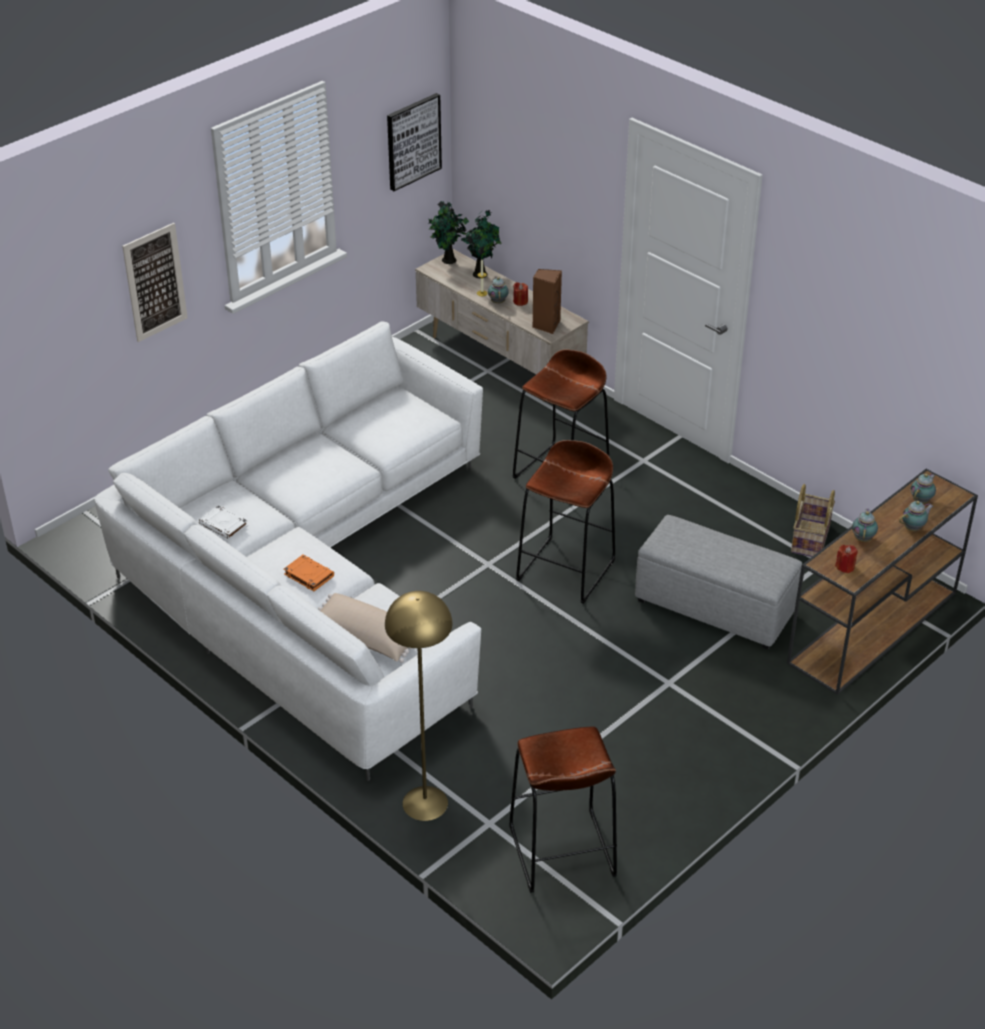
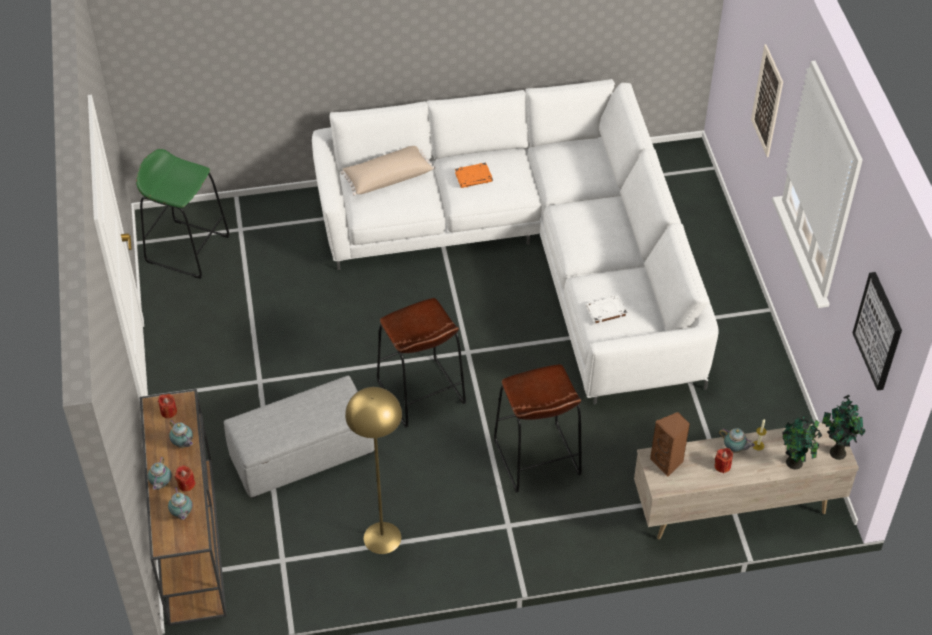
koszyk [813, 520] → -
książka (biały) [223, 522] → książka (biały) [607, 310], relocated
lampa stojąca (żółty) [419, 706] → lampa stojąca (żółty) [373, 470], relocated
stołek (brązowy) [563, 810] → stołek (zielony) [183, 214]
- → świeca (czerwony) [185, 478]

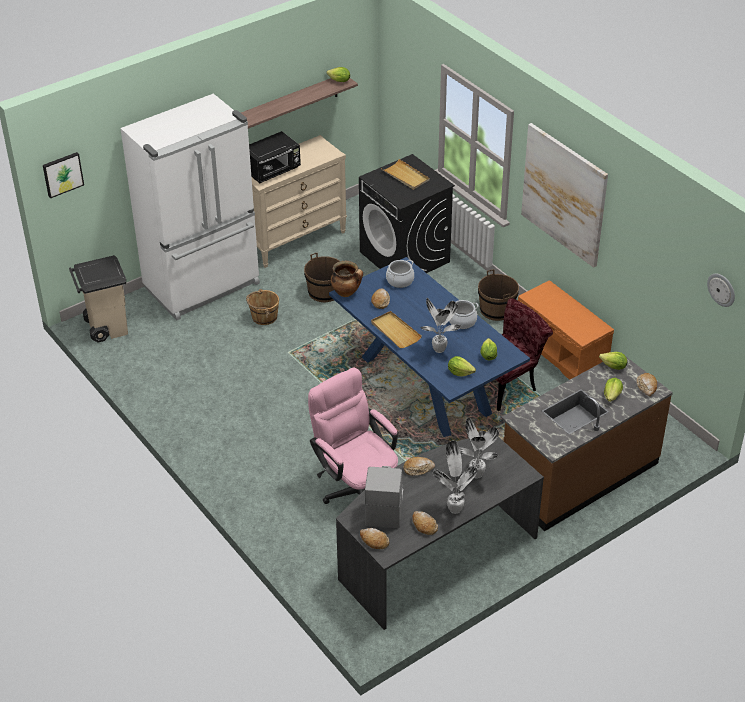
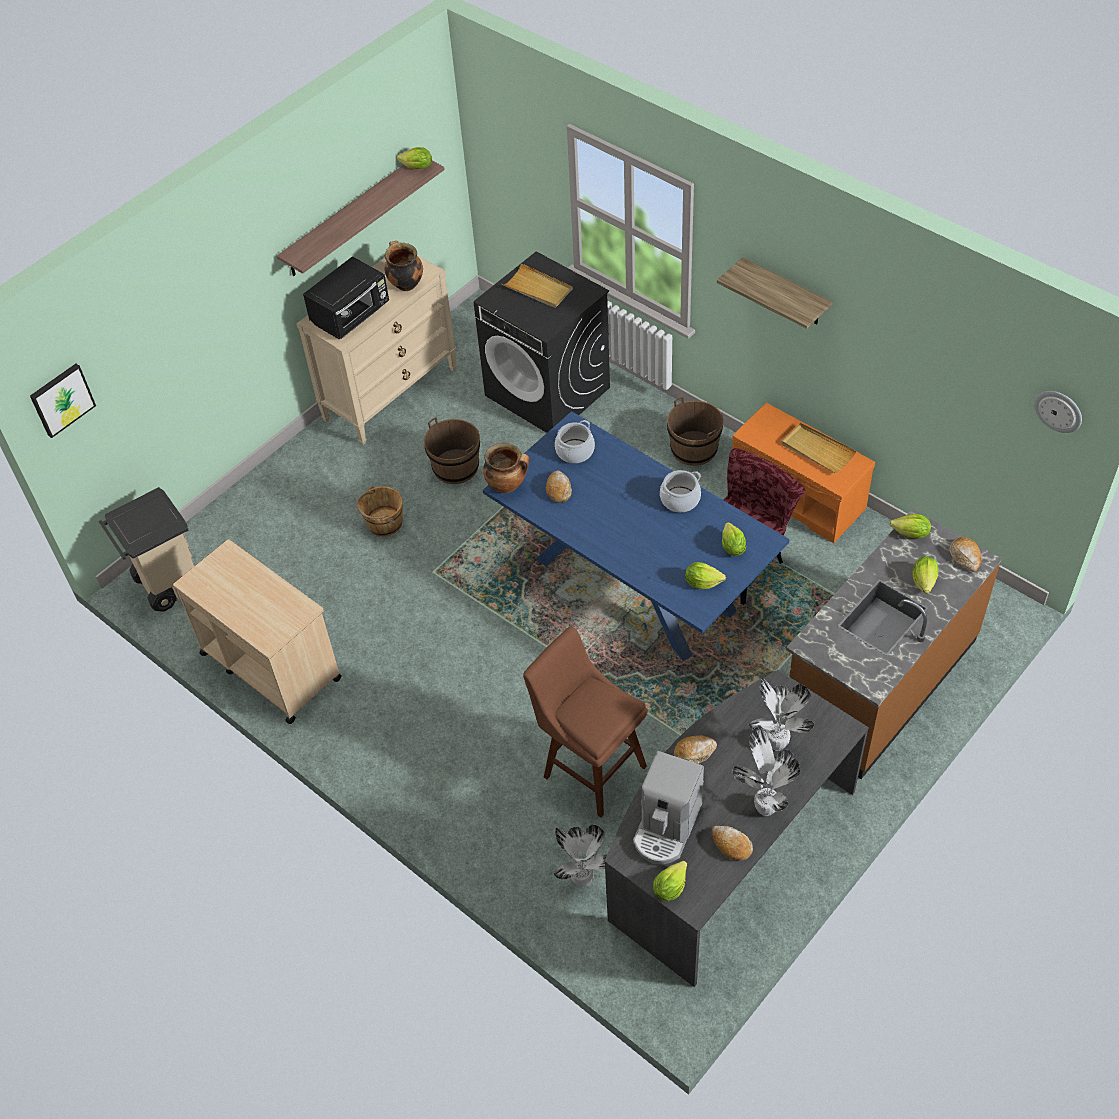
lodówka (biały) [190, 207] → -
obraz [564, 195] → półka [774, 293]
roślina doniczkowa [440, 325] → roślina doniczkowa [580, 856], relocated
taca (beżowy) [396, 329] → taca (beżowy) [818, 448], relocated
krzesło biurowe (różowy) [353, 436] → stołek (brązowy) [585, 722]
ekspres do kawy [383, 497] → ekspres do kawy [668, 807], 150 degrees counterclockwise
chleb [374, 538] → sałata [670, 881]
- → garnek [403, 266]
- → wózek (beżowy) [257, 631]

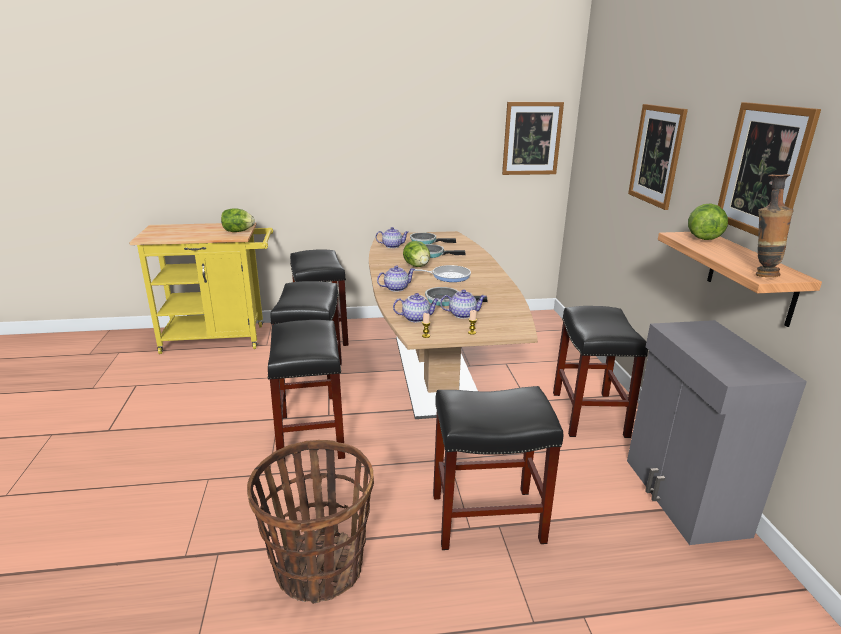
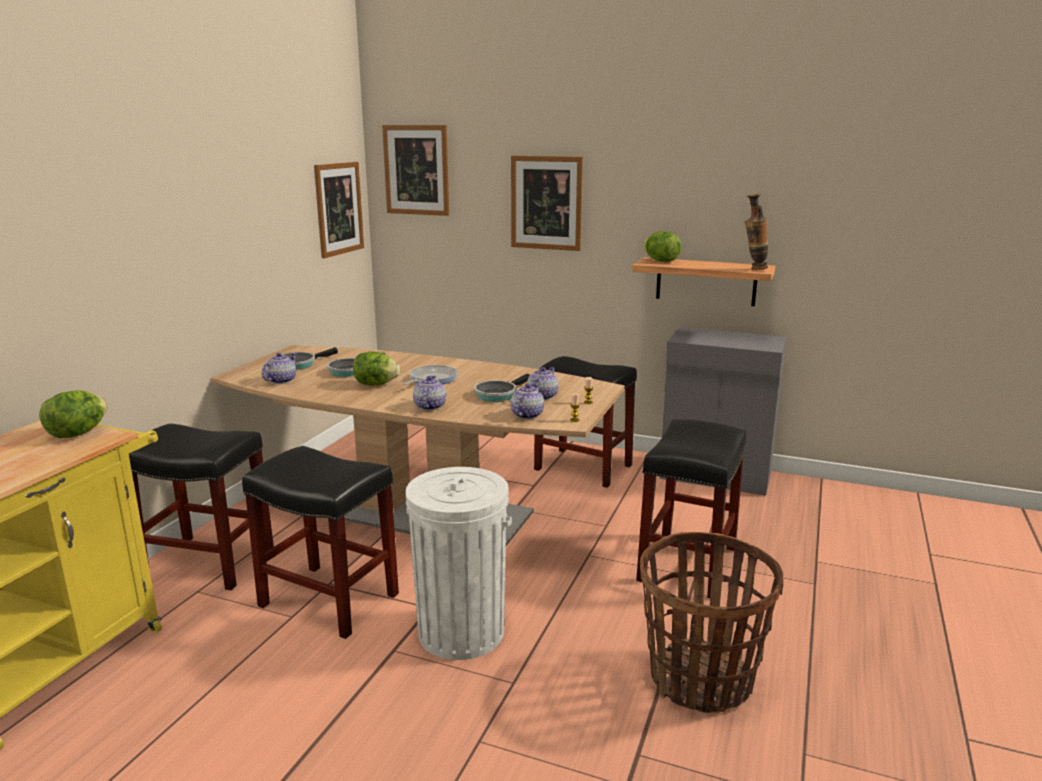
obraz [769, 169] → obraz [415, 170], relocated
stołek (czarny) [306, 391] → kosz na śmieci (biały) [458, 563]

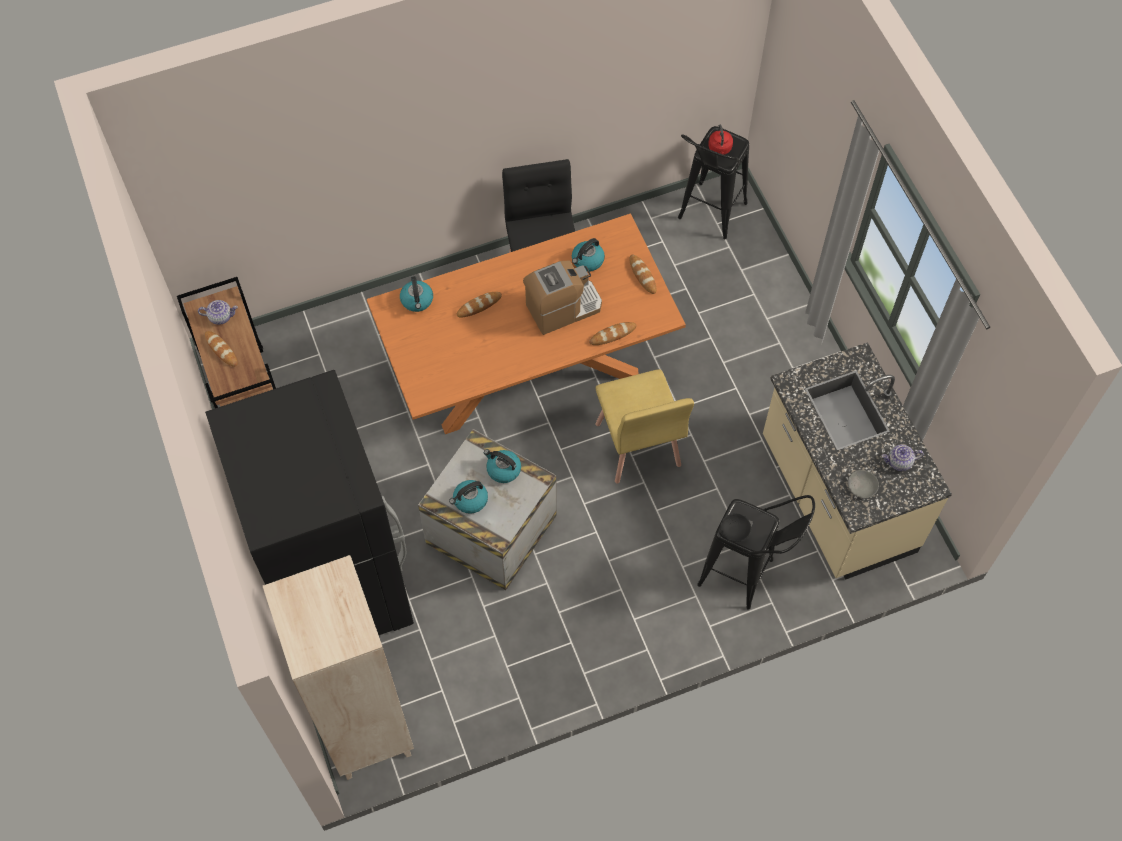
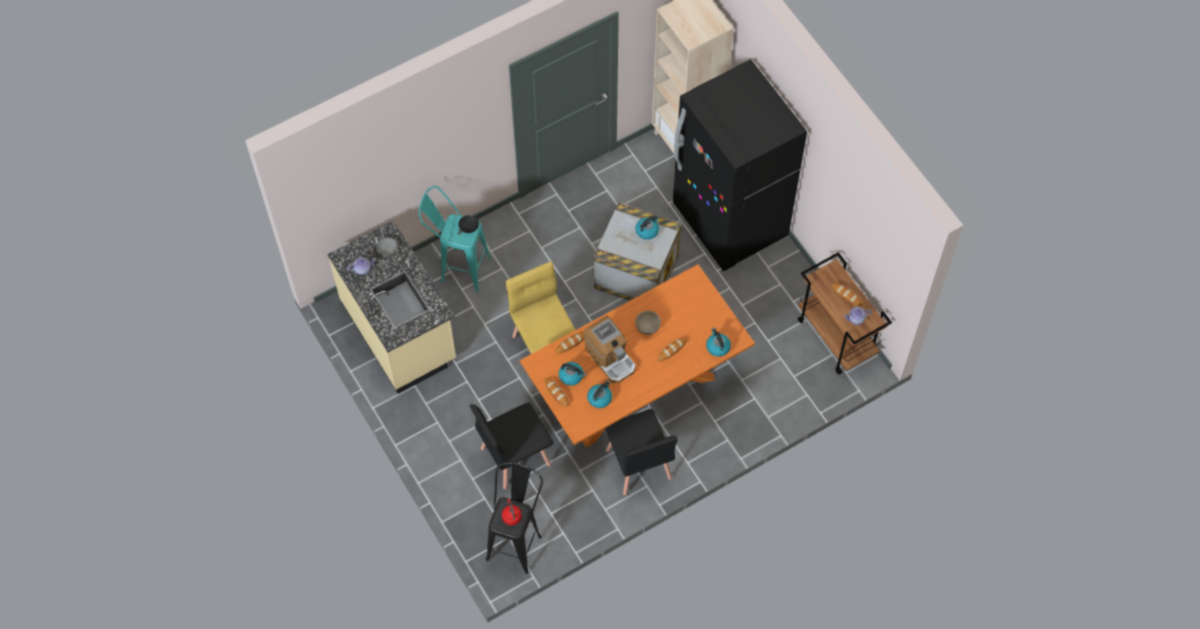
ekspres do kawy [562, 297] → ekspres do kawy [610, 349], 90 degrees counterclockwise
czajnik [502, 466] → czajnik [572, 373], relocated
stołek (czarny) [756, 552] → stołek (turkusowy) [455, 239]
- → miska (beżowy) [648, 323]
- → krzesło (czarny) [512, 445]

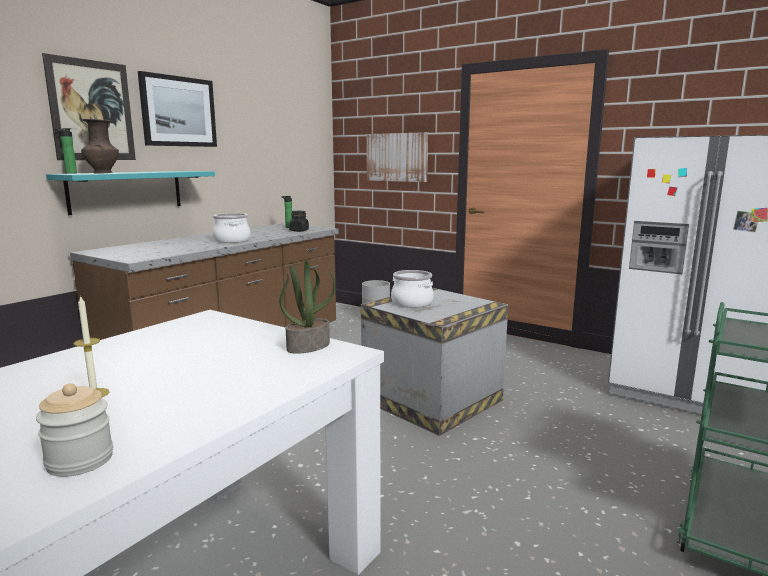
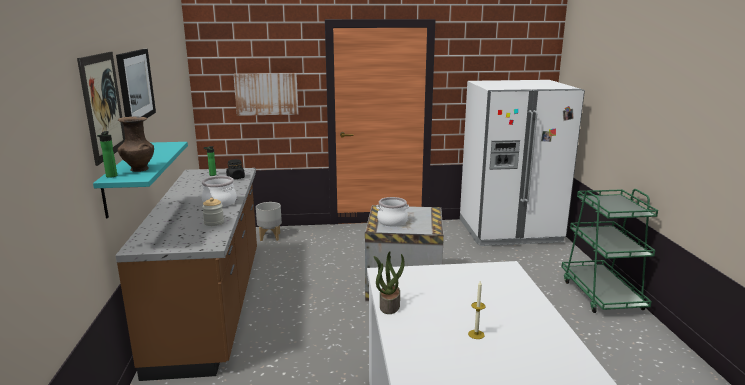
roślina doniczkowa [307, 307] → roślina doniczkowa [389, 282], relocated
słoik [74, 430] → słoik [213, 212], relocated

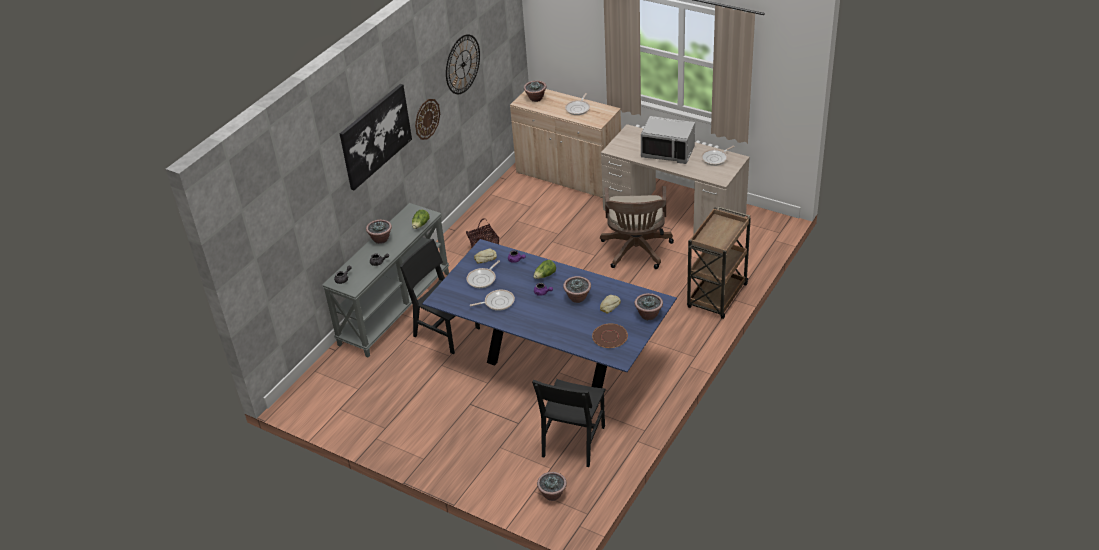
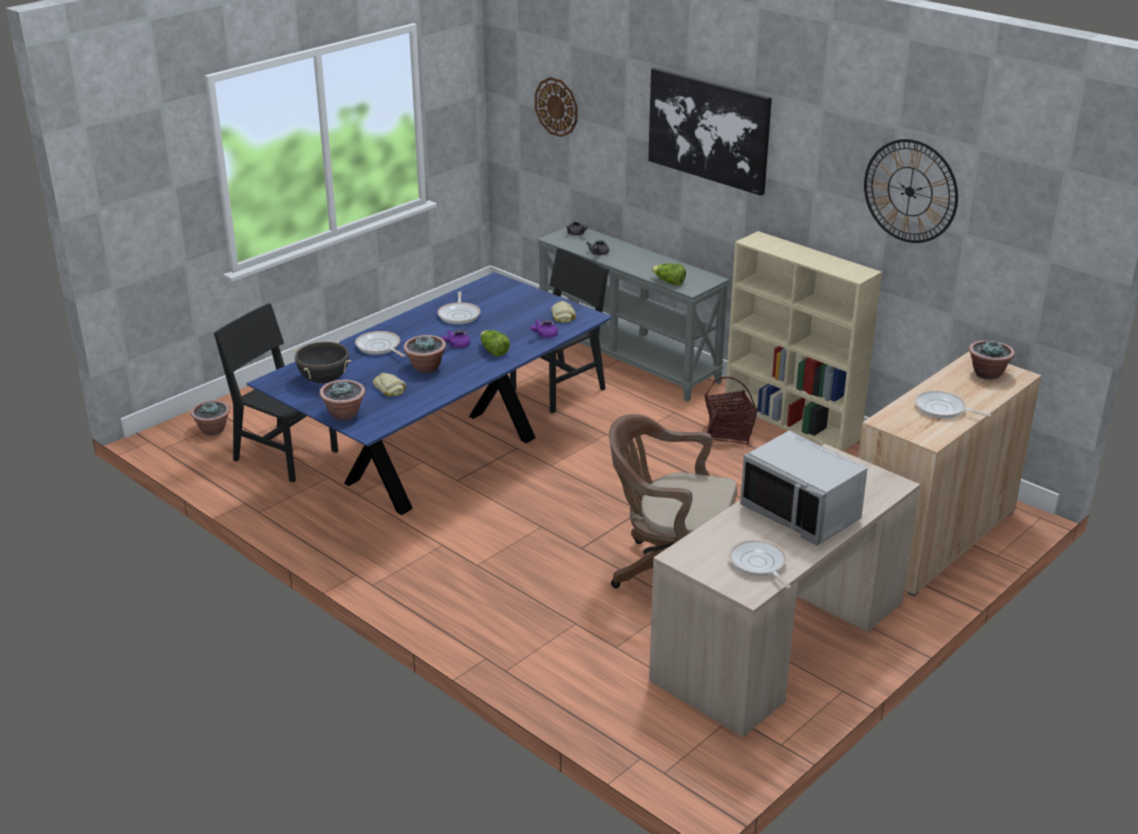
zegar ścienny [427, 119] → zegar ścienny [556, 107], relocated
mikrofalówka (szary) [668, 140] → mikrofalówka (szary) [804, 488], 75 degrees counterclockwise
wózek (brązowy) [719, 263] → -
roślina doniczkowa [379, 232] → -
patelnia [483, 274] → patelnia [380, 344], relocated
talerz (brązowy) [610, 336] → garnek (czarny) [322, 362]
- → regał (beżowy) [803, 341]

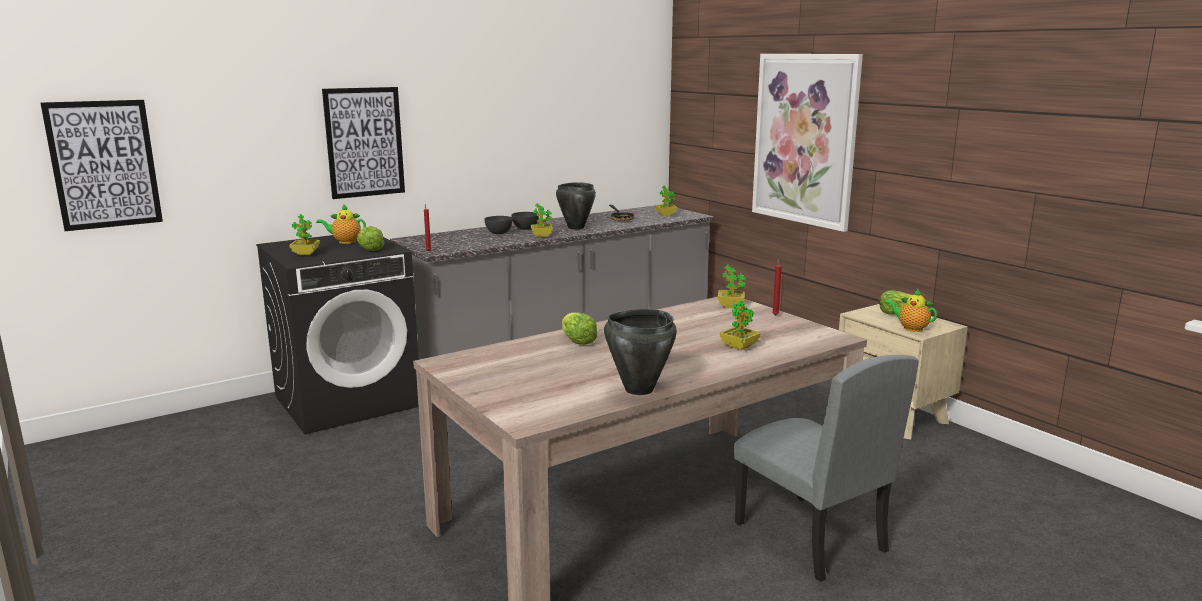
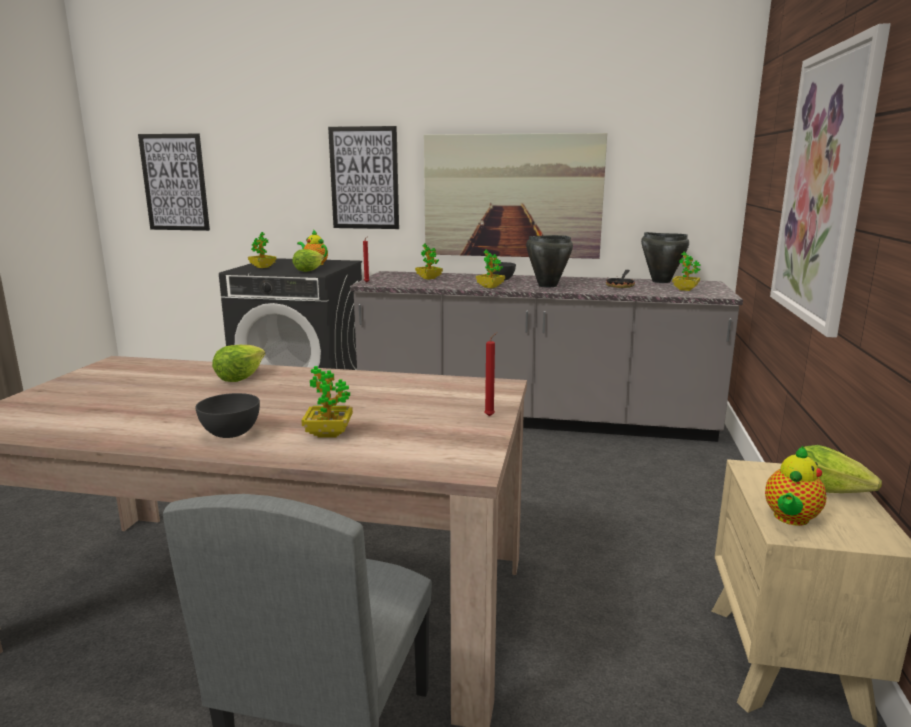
miska (szary) [498, 225] → miska (szary) [227, 415], relocated
roślina doniczkowa [732, 286] → roślina doniczkowa [429, 261], relocated
imbryk [910, 310] → imbryk [795, 486], 135 degrees counterclockwise
garnek (czarny) [640, 352] → garnek (czarny) [665, 257], relocated
- → obraz [515, 196]

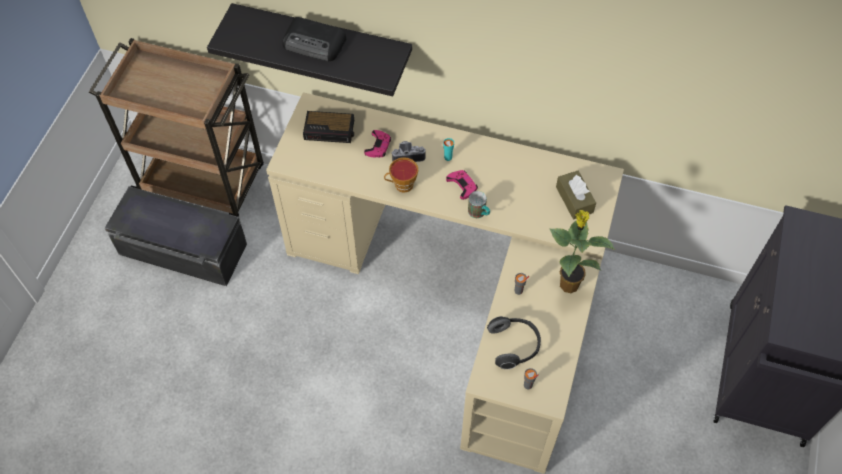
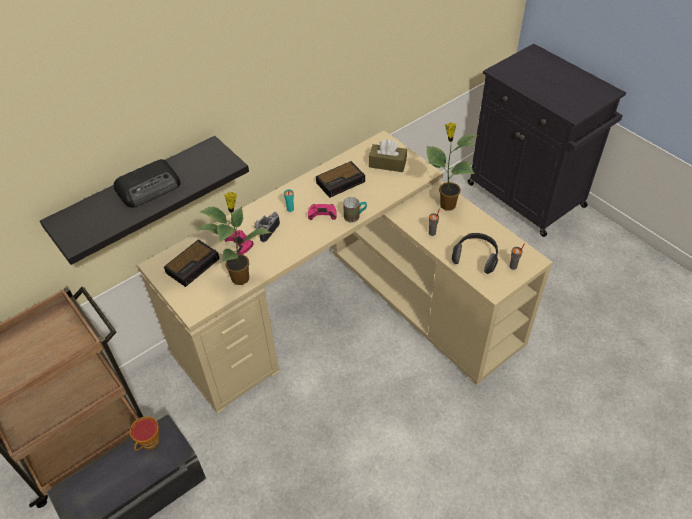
filiżanka [401, 175] → filiżanka [144, 433], relocated
- → budzik [340, 179]
- → roślina doniczkowa [234, 238]

